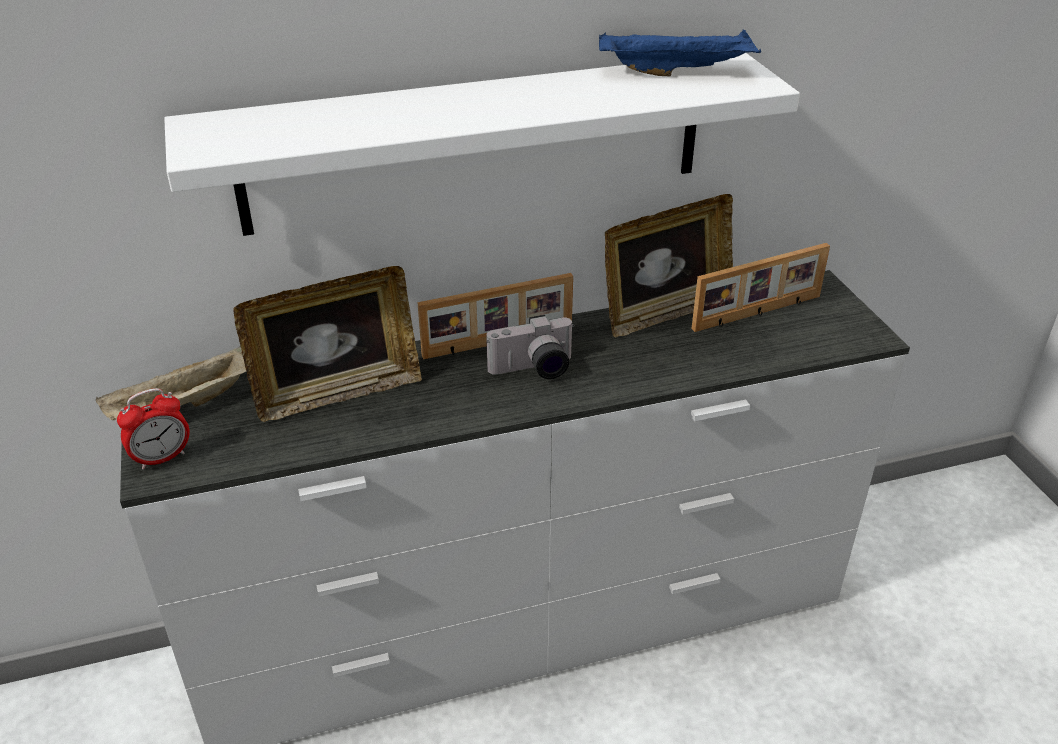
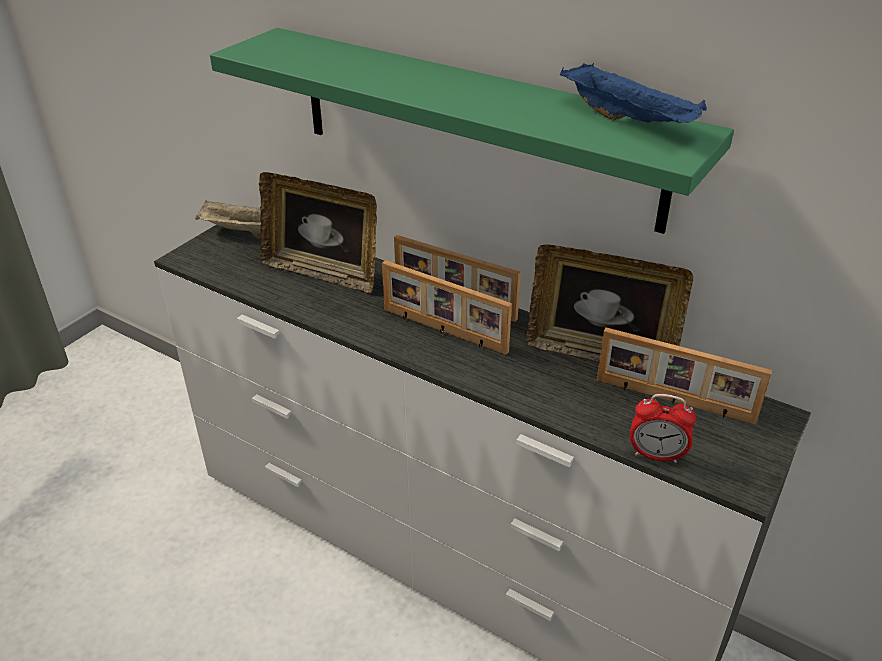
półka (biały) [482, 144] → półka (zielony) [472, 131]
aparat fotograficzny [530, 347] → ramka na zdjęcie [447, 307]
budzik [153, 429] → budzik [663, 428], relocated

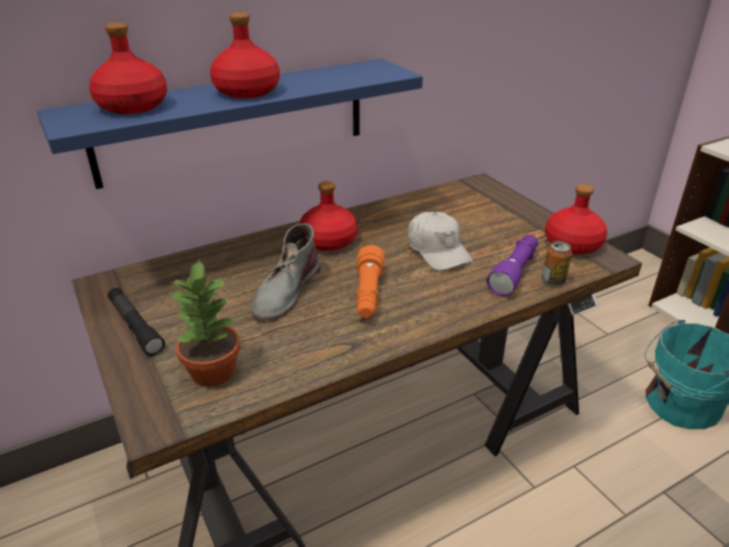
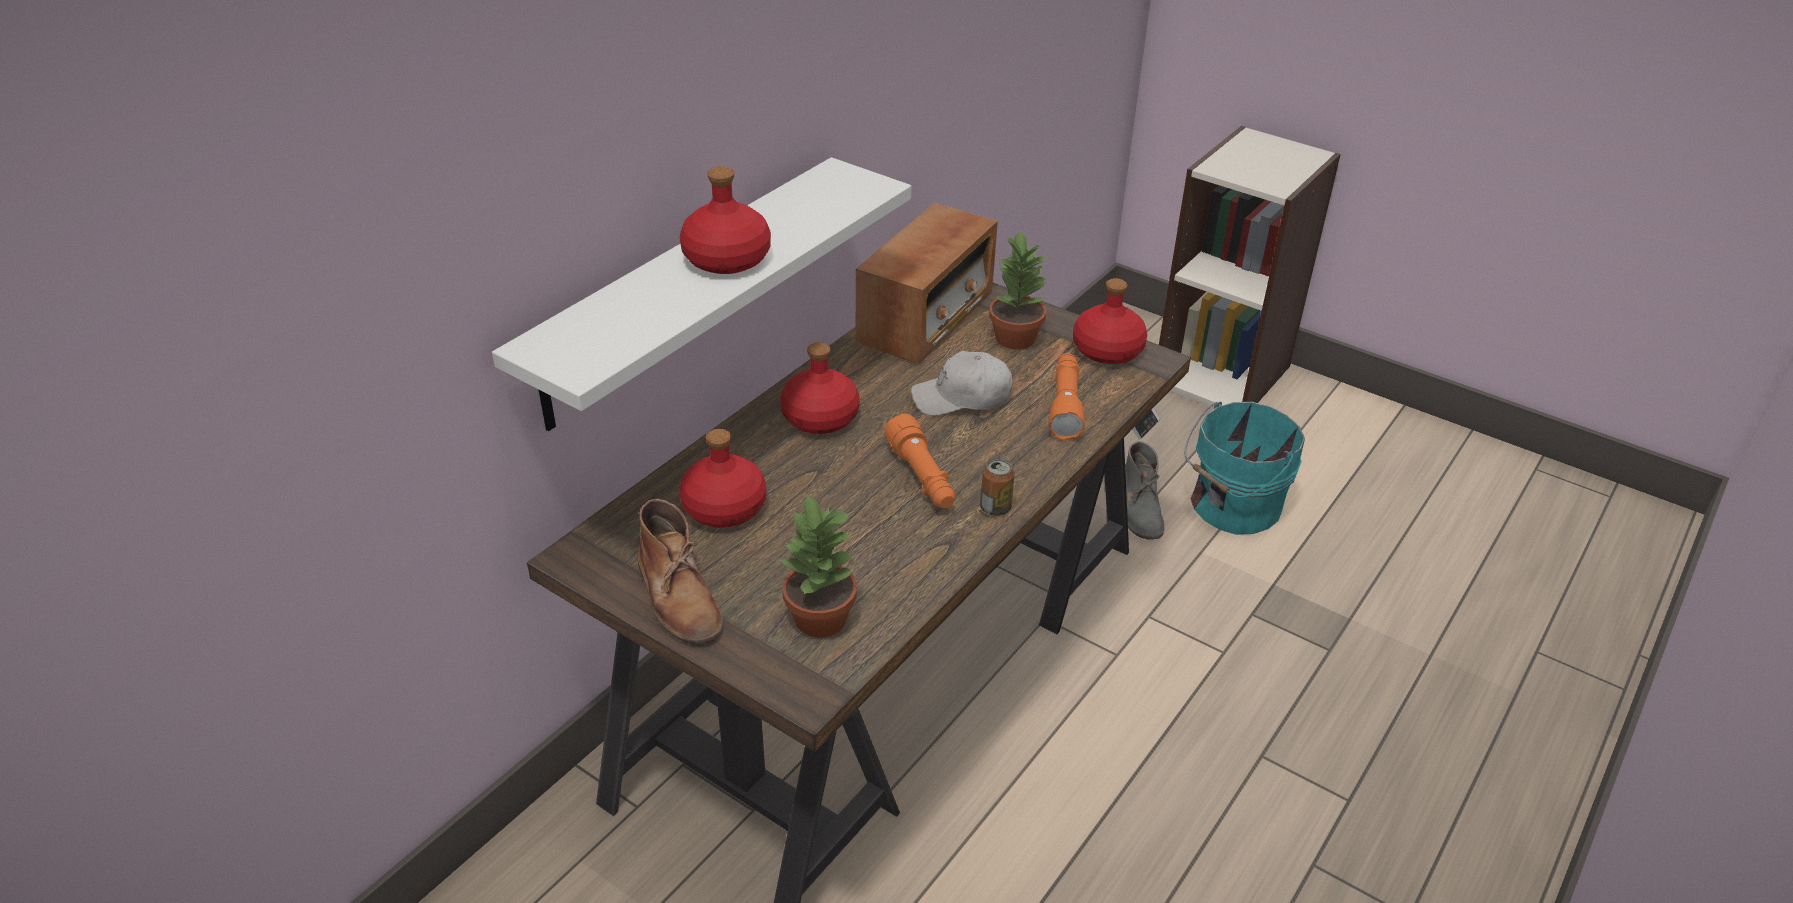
butelka (czerwony) [128, 68] → butelka (czerwony) [722, 478], relocated
półka (niebieski) [230, 124] → półka (biały) [701, 294]
czapka z daszkiem (biały) [440, 241] → czapka z daszkiem (biały) [962, 383], 135 degrees clockwise
but z cholewką (szary) [286, 272] → but z cholewką (szary) [1144, 490], relocated
latarka (fioletowy) [512, 265] → latarka (pomarańczowy) [1067, 396]
puszka [557, 263] → puszka [997, 487], relocated
latarka (czarny) [136, 322] → but z cholewką (brązowy) [680, 571]
- → radio [927, 283]
- → roślina doniczkowa [1019, 290]

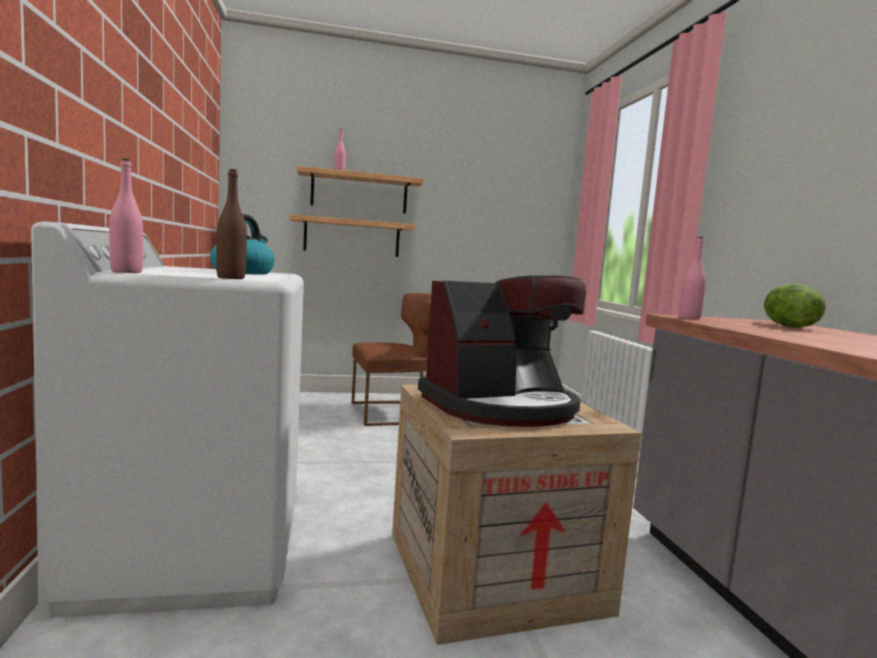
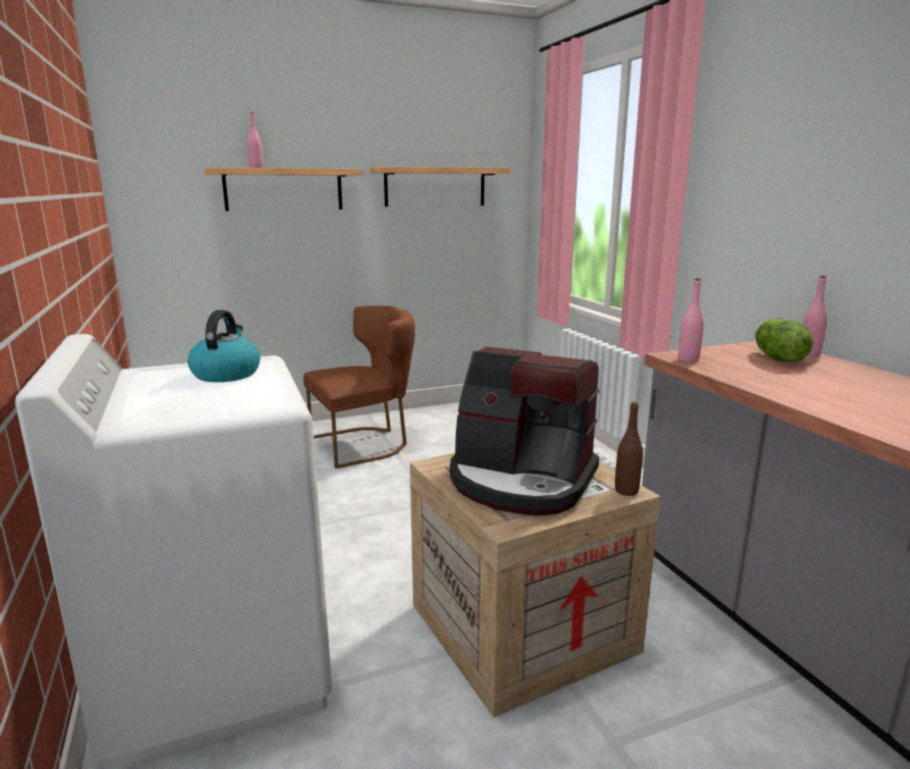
butelka (różowy) [126, 215] → butelka (różowy) [815, 316], relocated
butelka (brązowy) [231, 224] → butelka (brązowy) [629, 449], relocated
półka [352, 235] → półka [440, 186], relocated
ekspres do kawy [502, 351] → ekspres do kawy [525, 431], 60 degrees clockwise

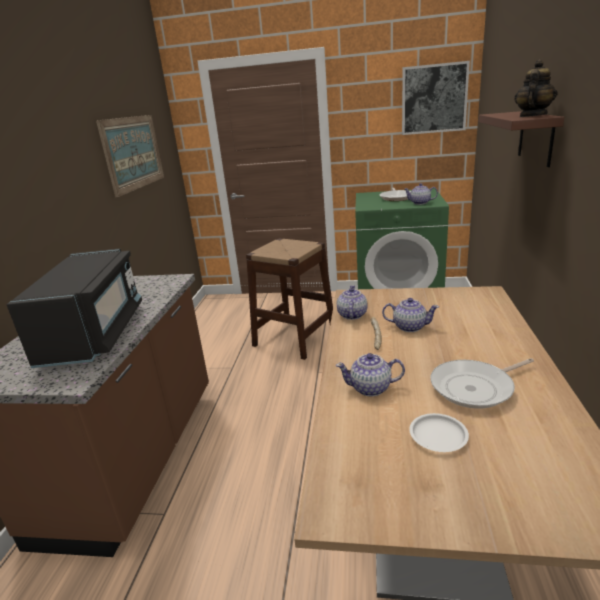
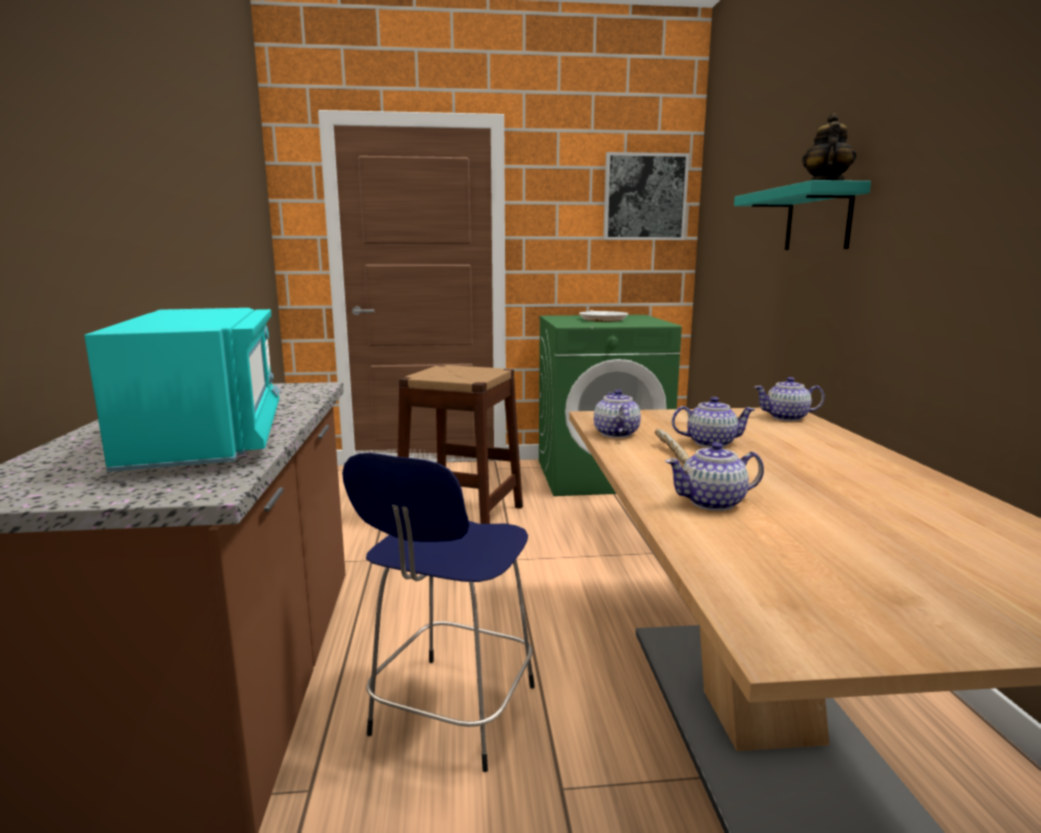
półka (brązowy) [521, 139] → półka (turkusowy) [802, 215]
obraz [130, 156] → -
imbryk [421, 194] → imbryk [789, 399], relocated
mikrofalówka (czarny) [74, 308] → mikrofalówka (turkusowy) [182, 390]
patelnia [482, 383] → -
talerz (biały) [439, 432] → -
- → stołek (niebieski) [438, 612]

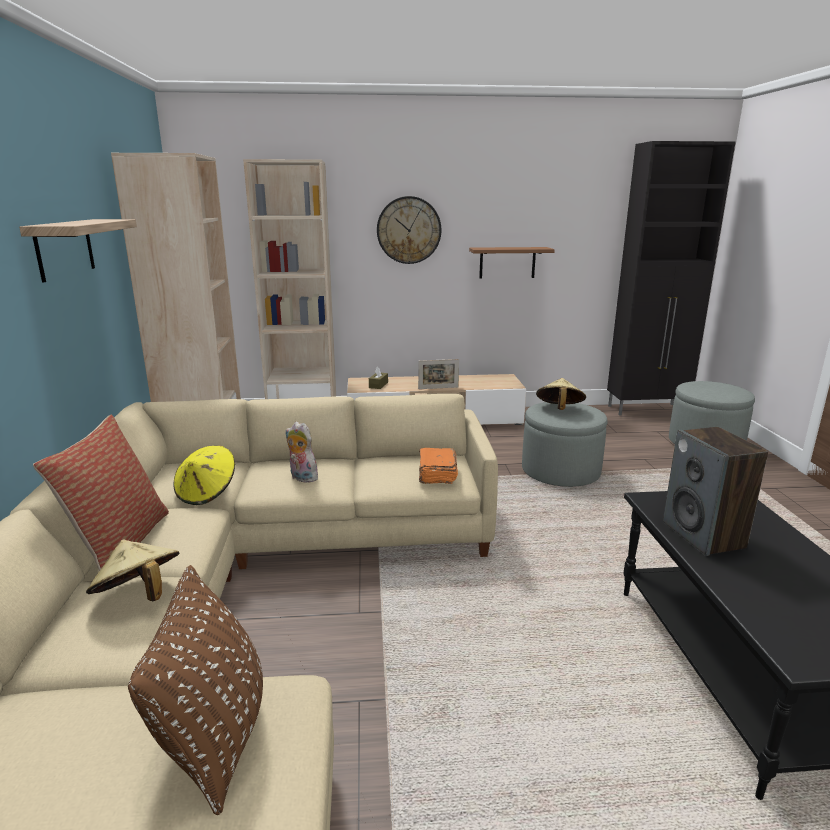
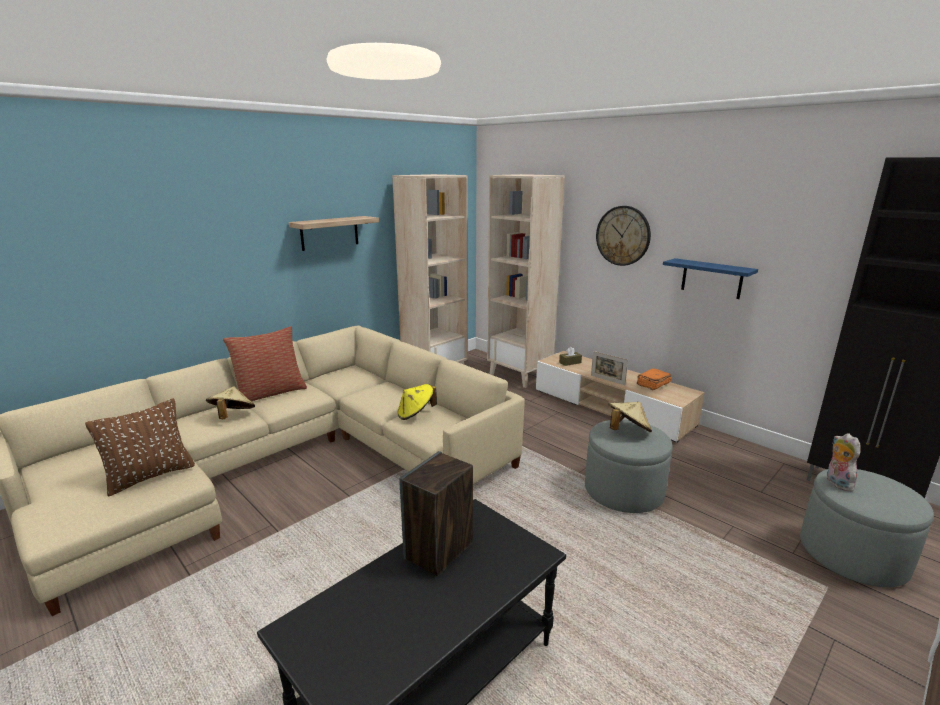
półka (brązowy) [512, 262] → półka (niebieski) [710, 278]
pluszak [301, 452] → pluszak [844, 462], relocated
kapelusz (żółty) [204, 475] → kapelusz (żółty) [417, 402], relocated
książka (pomarańczowy) [438, 466] → książka (pomarańczowy) [654, 379], relocated

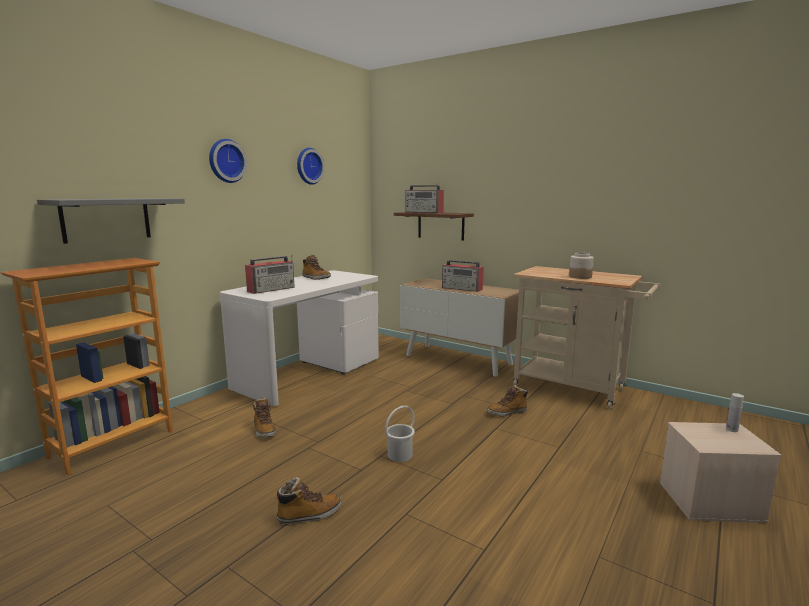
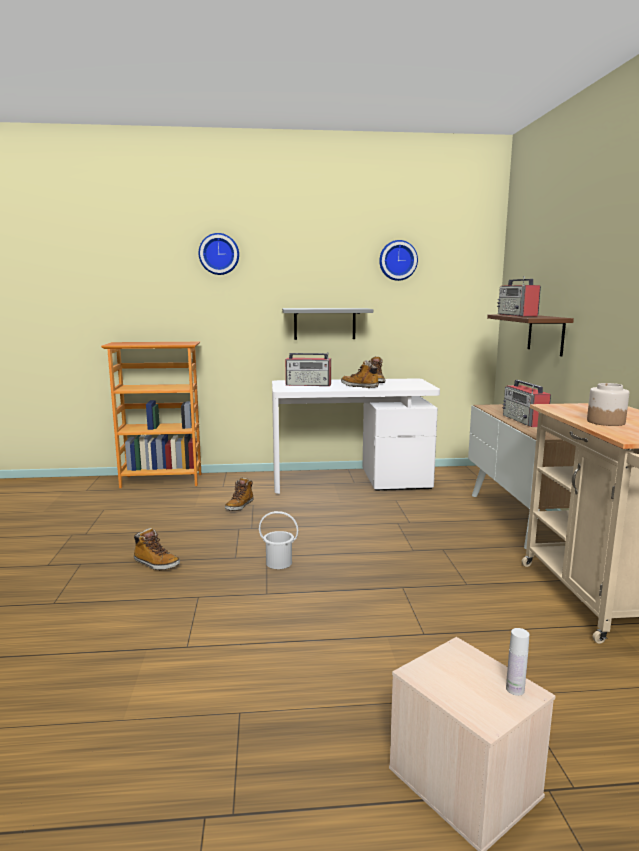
zegar ścienny [228, 161] → zegar ścienny [219, 254], relocated
półka (szary) [111, 221] → półka (szary) [327, 324], relocated
but z cholewką [507, 400] → but z cholewką [360, 374], relocated

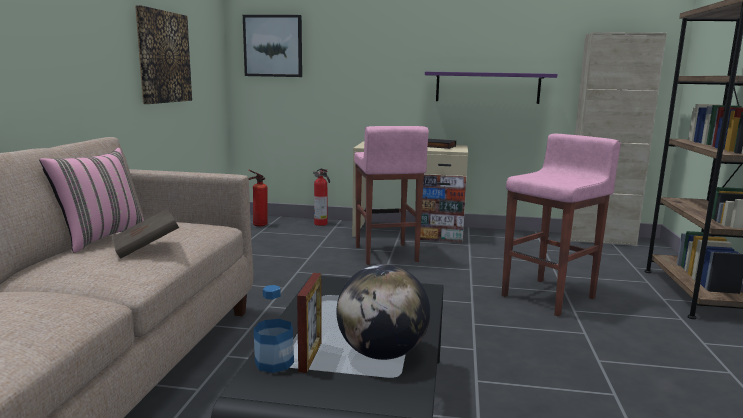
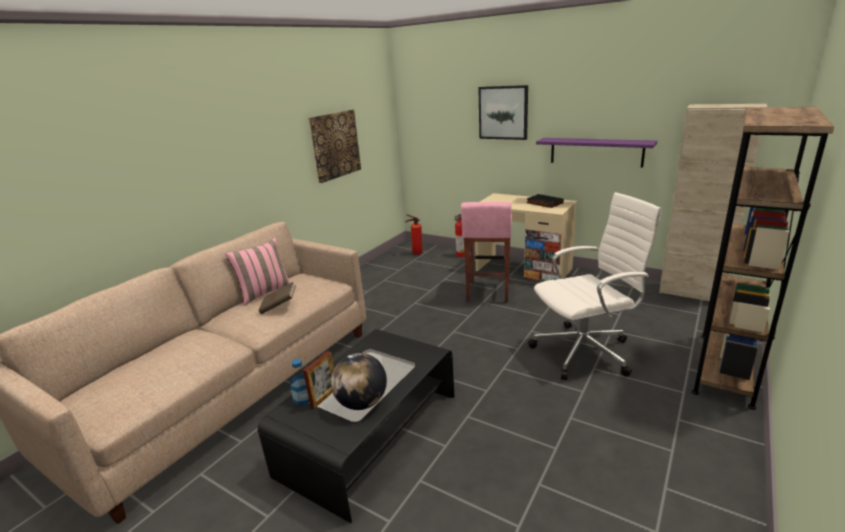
obraz [272, 46] → obraz [503, 112], relocated
stołek (różowy) [561, 225] → krzesło biurowe (biały) [595, 286]

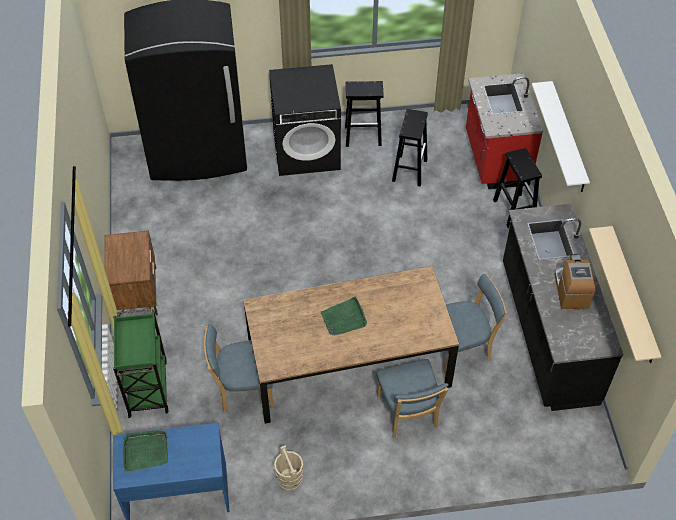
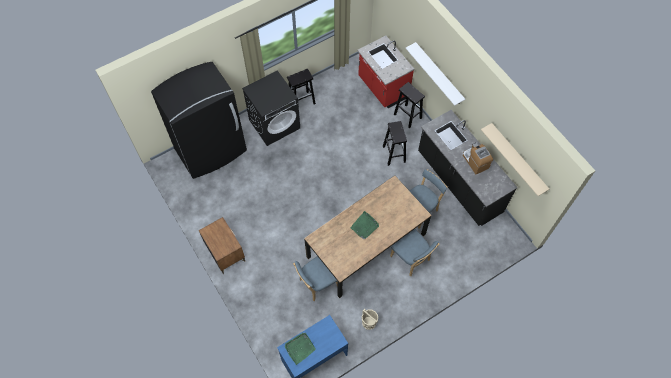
stołek (czarny) [410, 148] → stołek (czarny) [395, 143], relocated
wózek (zielony) [141, 363] → -

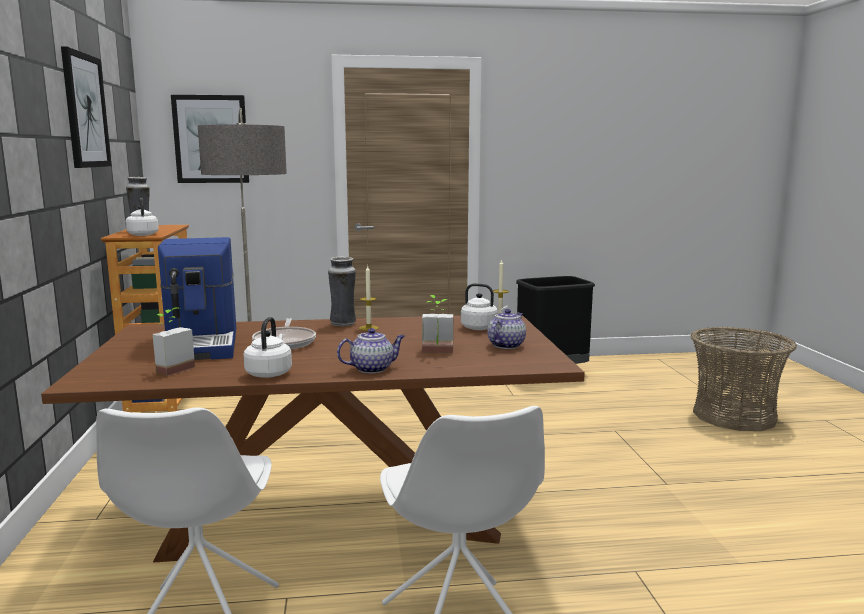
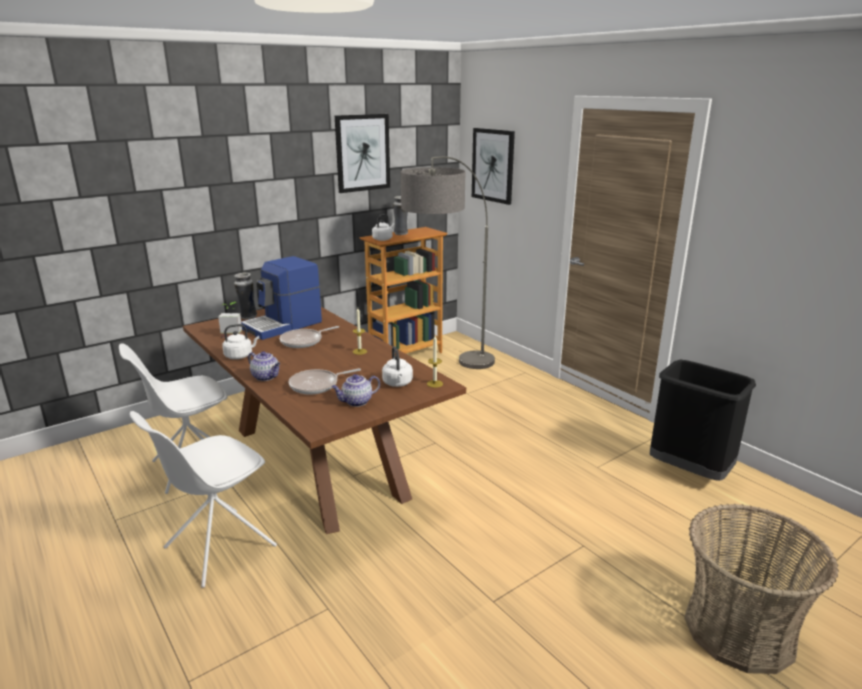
wazon [342, 291] → wazon [245, 296], relocated
roślina doniczkowa [437, 324] → patelnia [325, 381]
imbryk [506, 329] → imbryk [356, 390], 150 degrees clockwise

